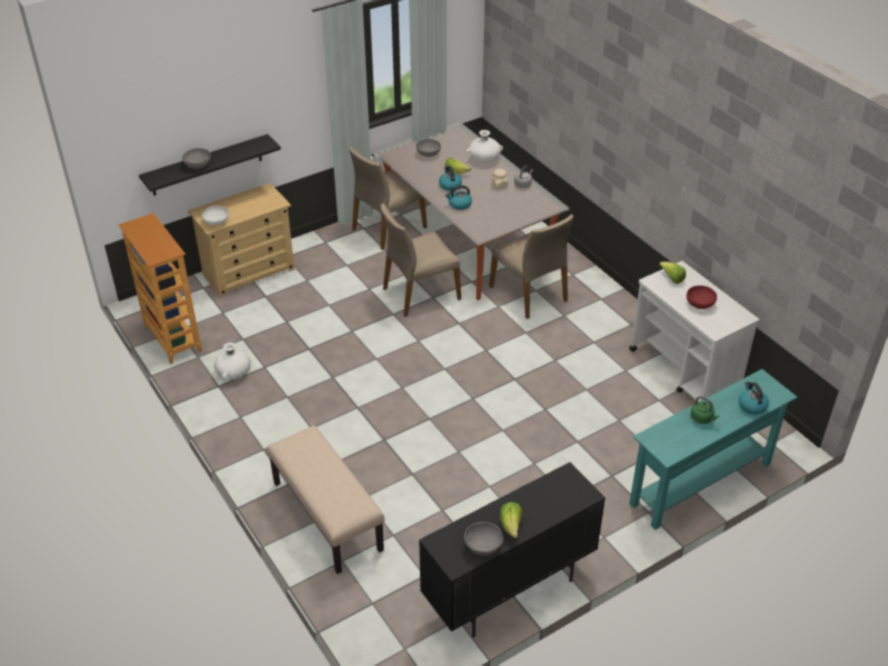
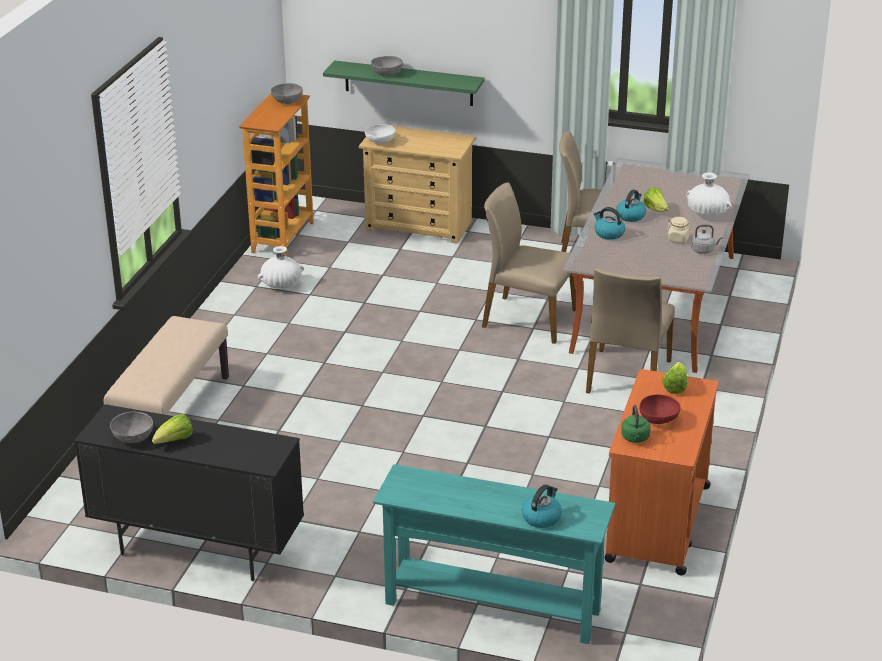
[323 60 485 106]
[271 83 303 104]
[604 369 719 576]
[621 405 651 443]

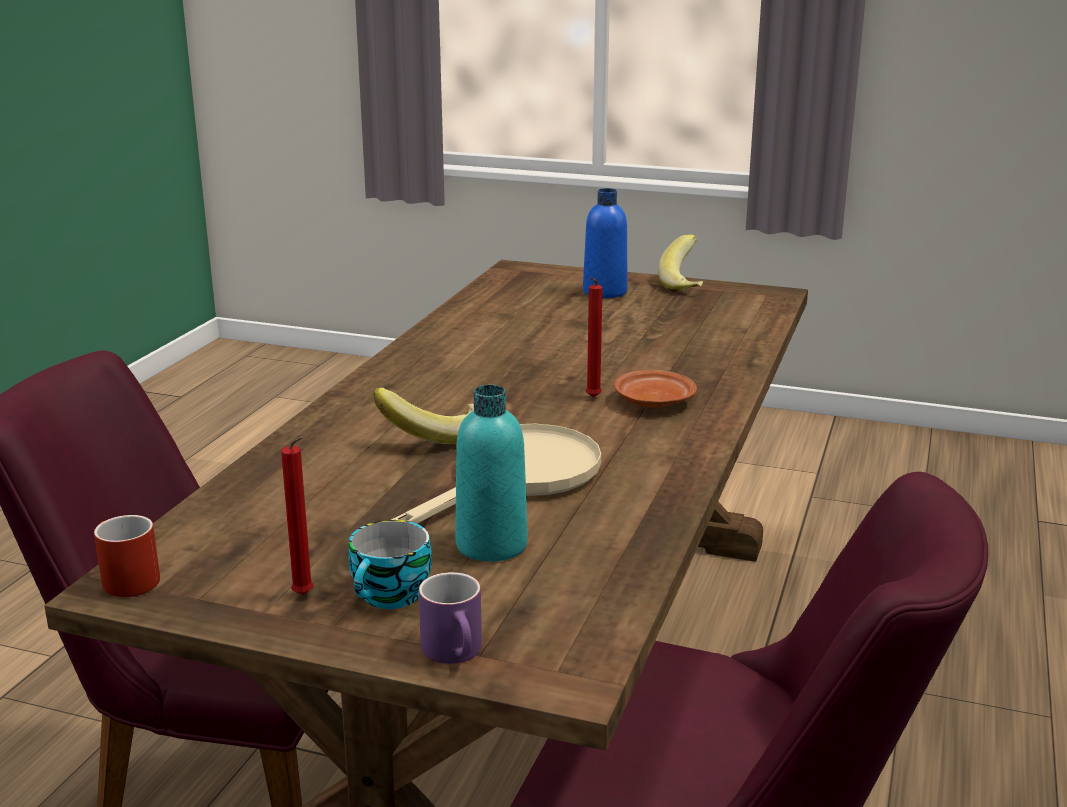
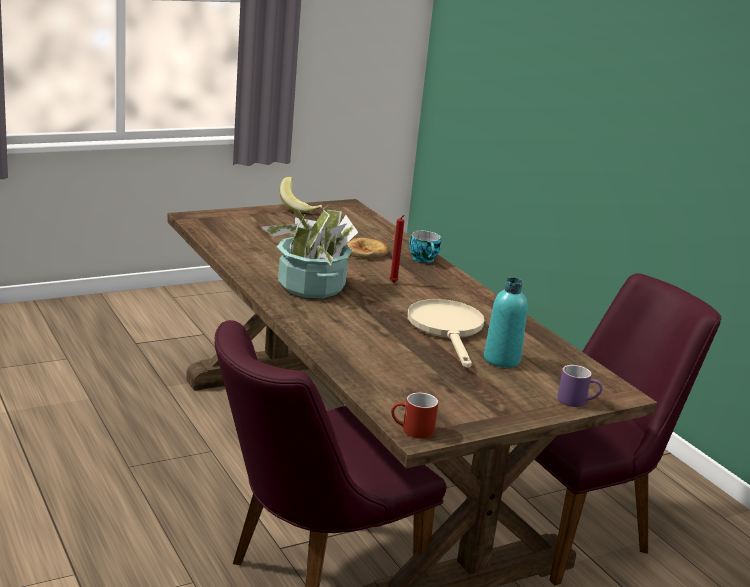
[281 437 314 595] (first image)
[409 231 441 263]
[374 388 474 444] (first image)
[583 188 628 298] (first image)
[614 370 697 408] (first image)
[261 206 358 298]
[347 237 389 258]

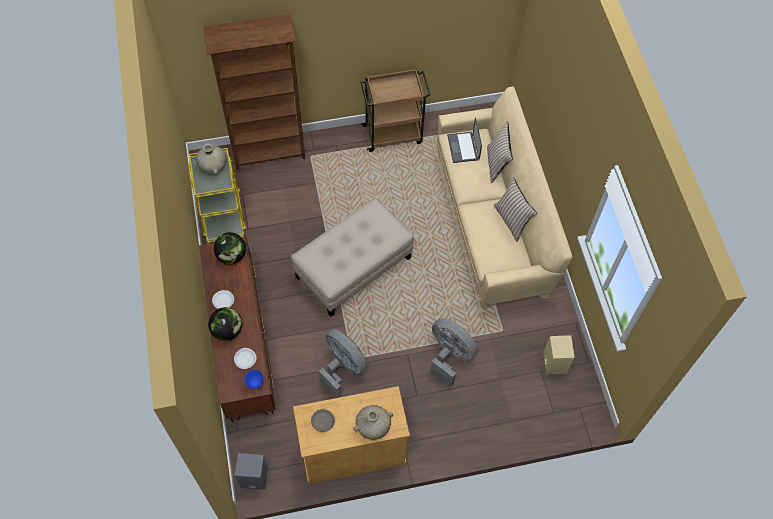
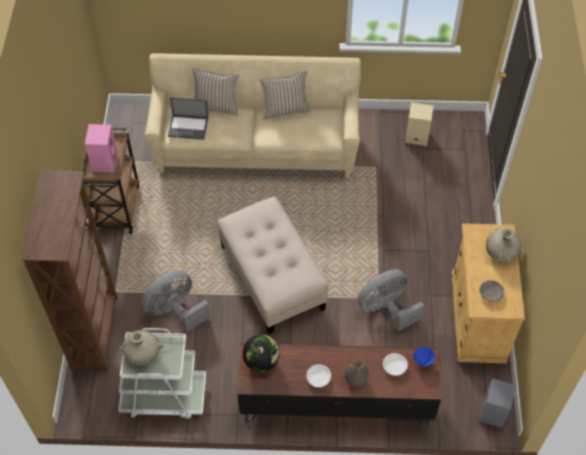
[118 328 206 420]
[345 357 368 387]
[142 270 210 332]
[85 124 118 172]

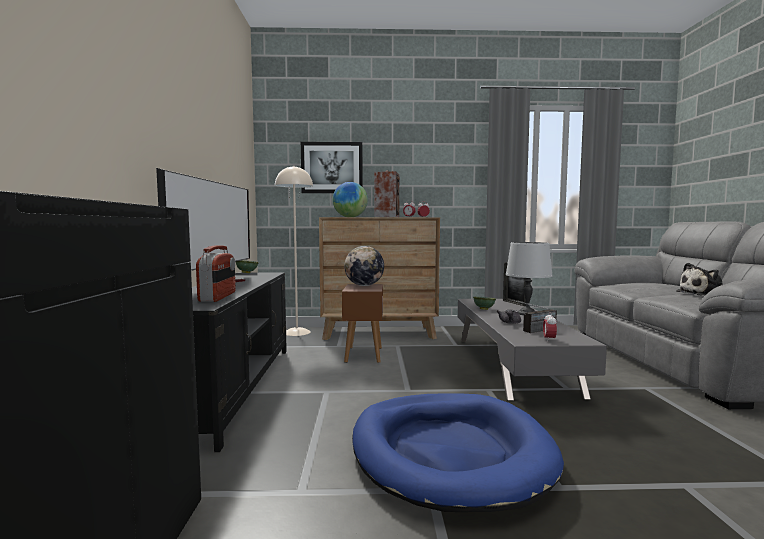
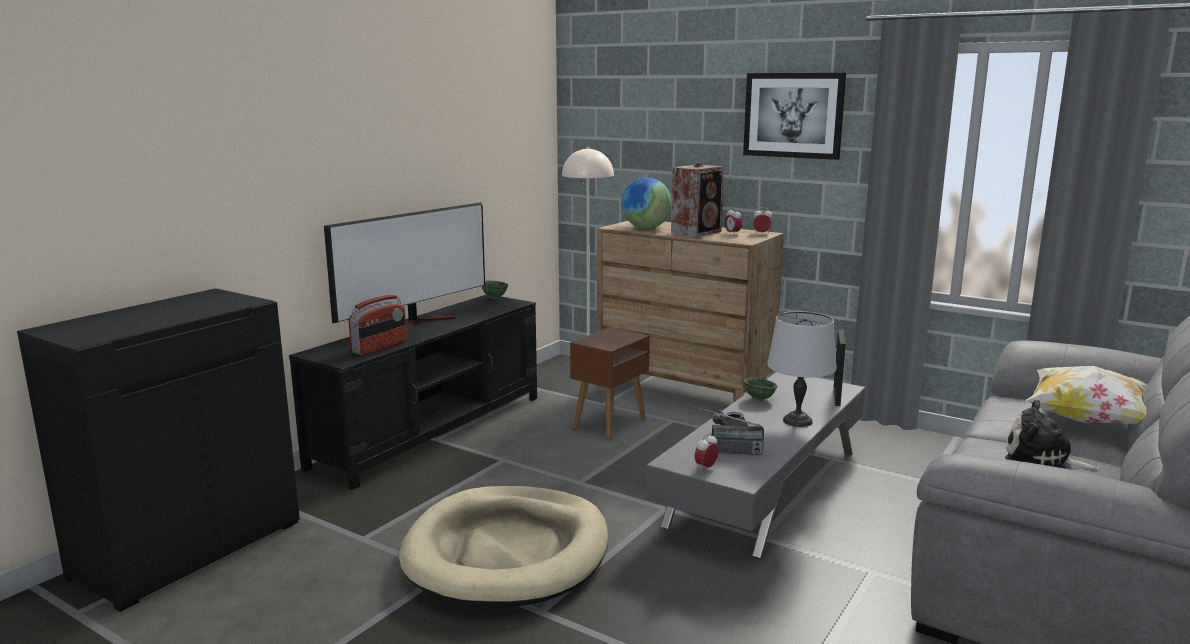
[743 73 846 160]
[344 246 384 286] (first image)
[399 486 608 609]
[1025 366 1147 424]

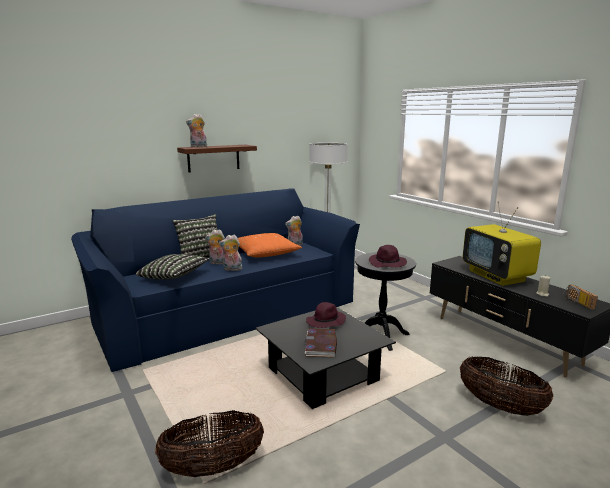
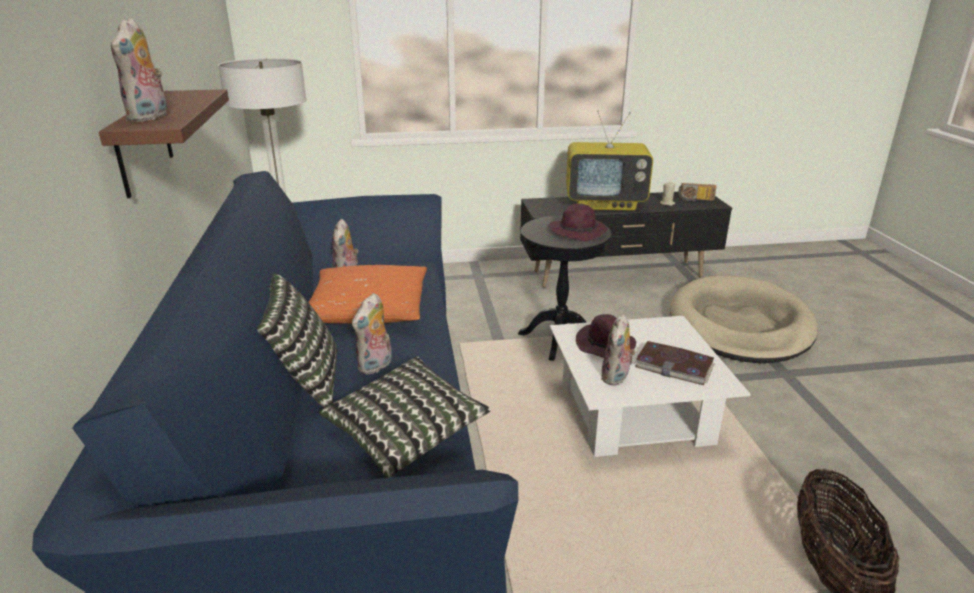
[601 314 636 386]
[550 316 751 457]
[670 275 818 363]

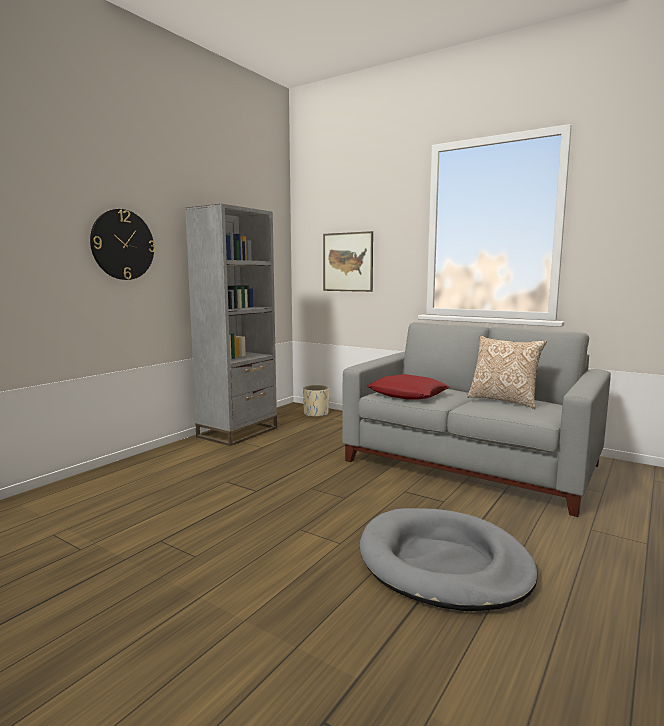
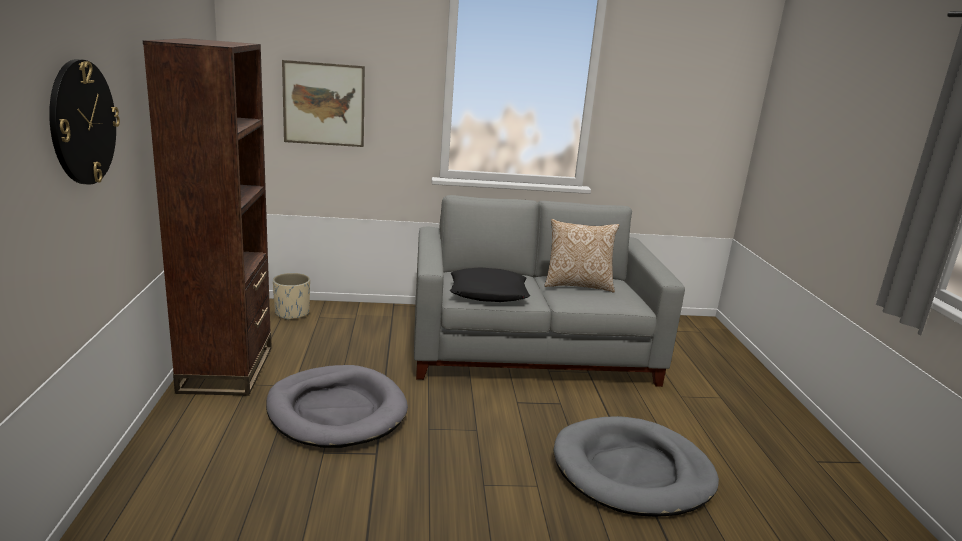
[143 38 272 396]
[450 267 530 302]
[266 365 408 448]

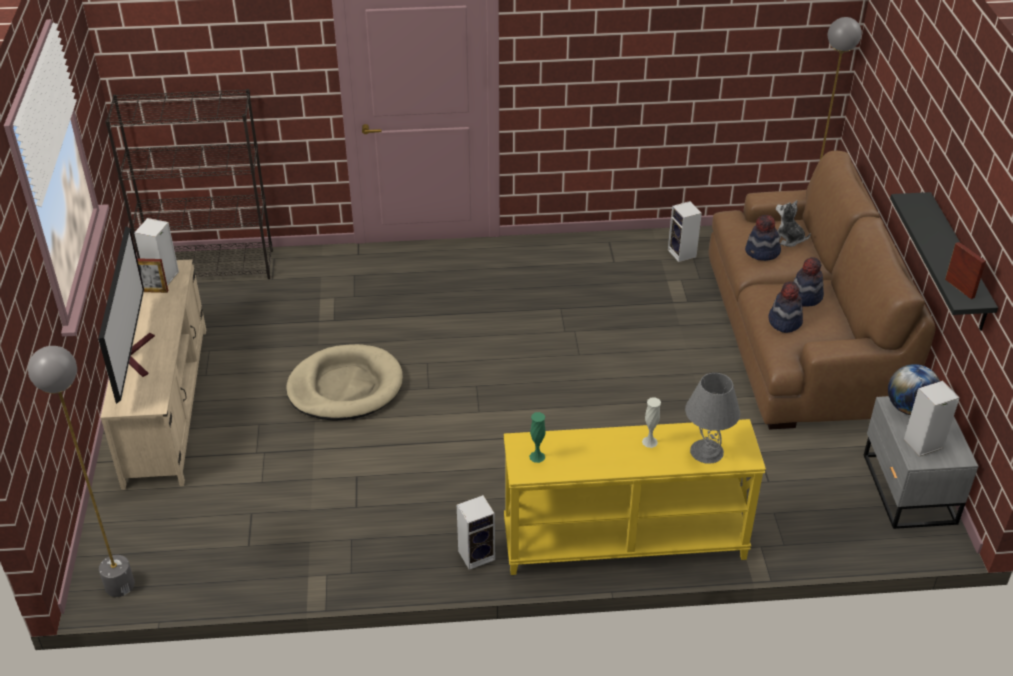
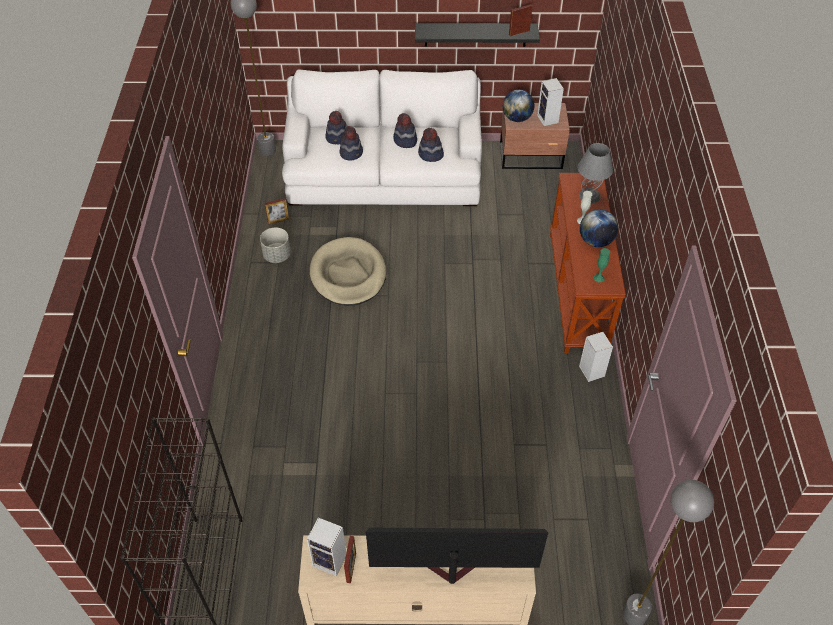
[310 237 386 306]
[550 173 626 353]
[265 198 289 224]
[282 70 482 206]
[325 111 347 144]
[500 103 570 169]
[260 228 291 263]
[580 209 618 247]

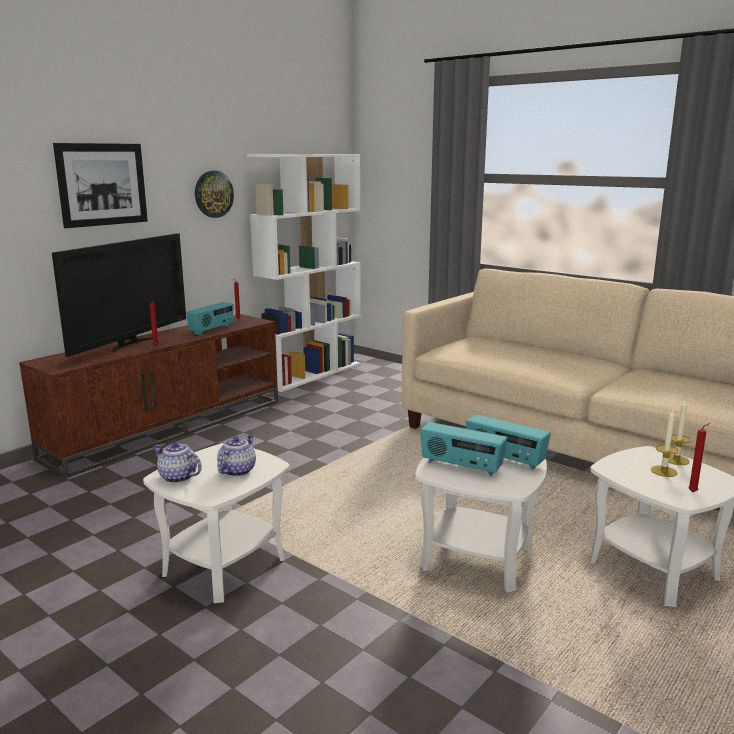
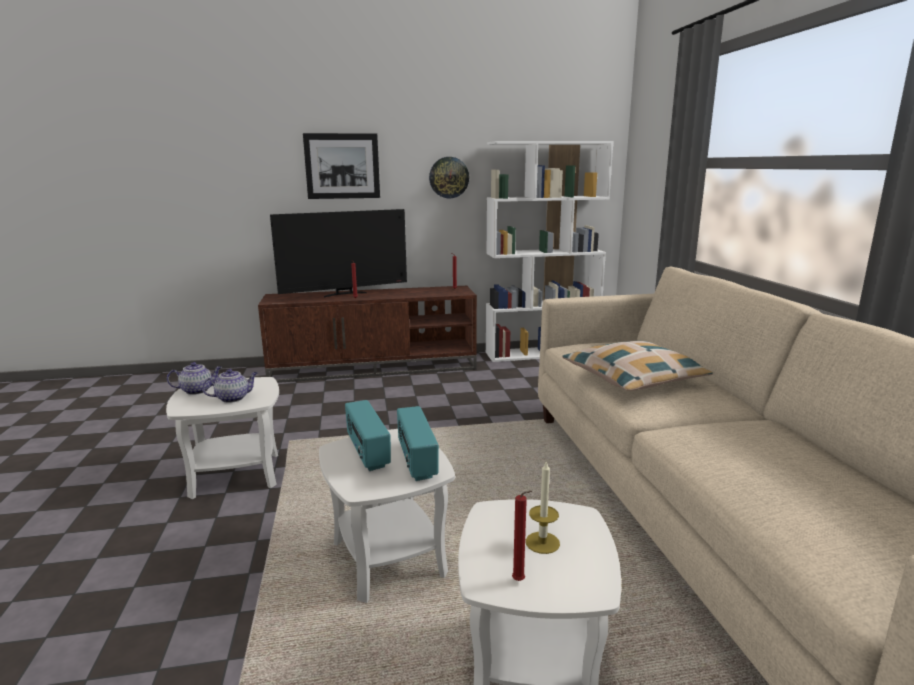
[167 362 222 395]
[186 302 233 335] (first image)
[669 401 691 465] (first image)
[562 341 713 391]

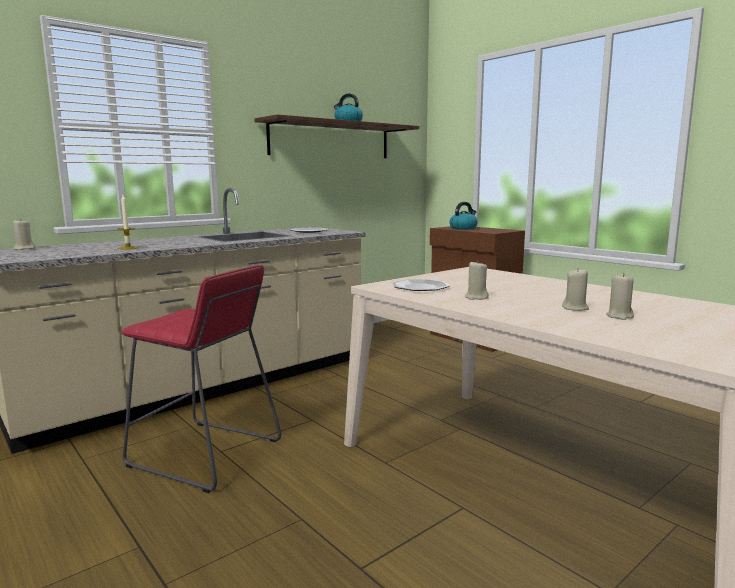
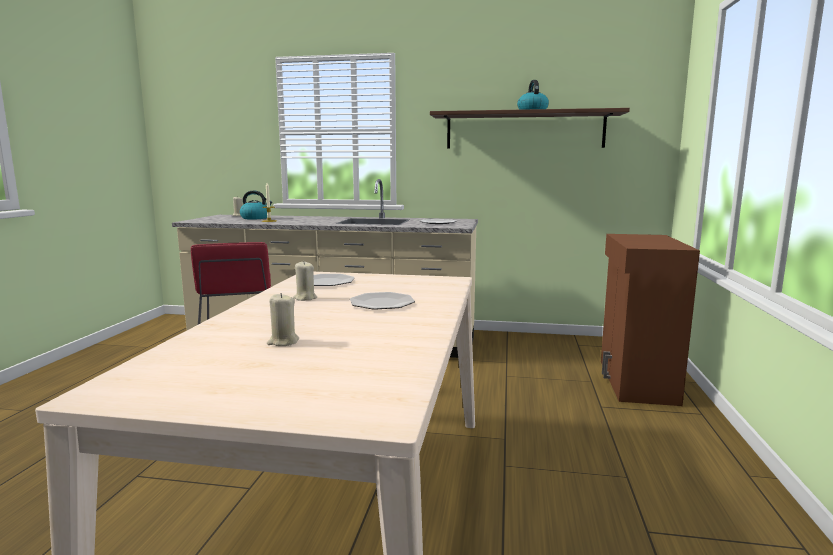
[240 191 272 219]
[562 268 589 311] (first image)
[350 292 415 310]

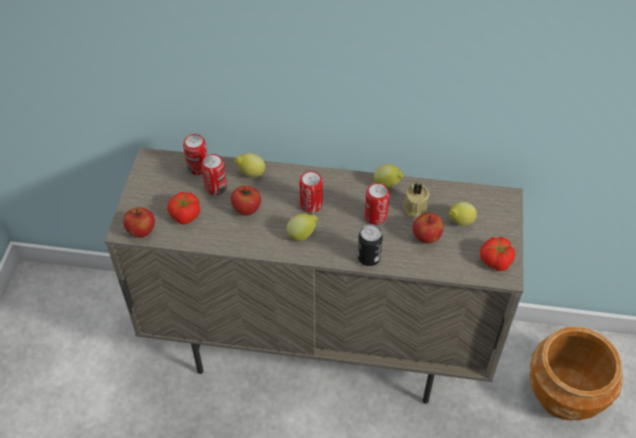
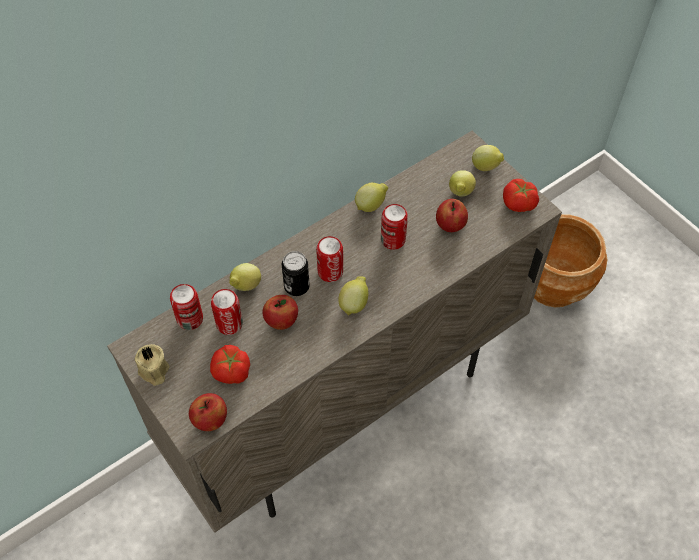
[282 251 310 296]
[134 344 170 386]
[472 145 504 171]

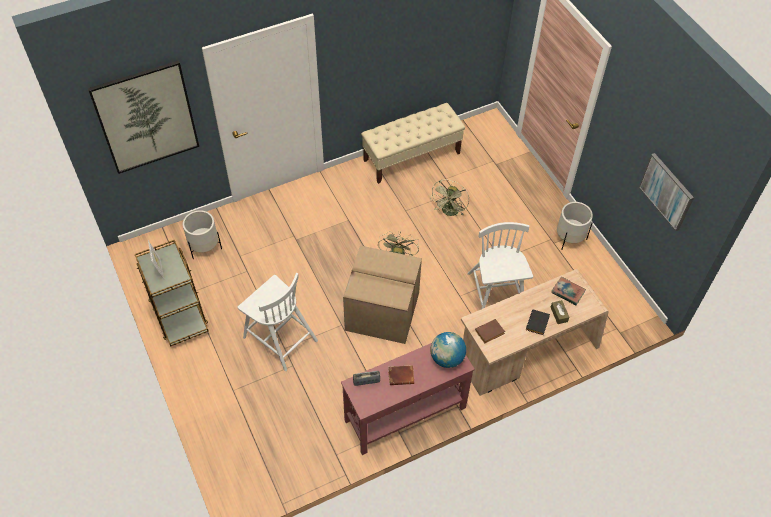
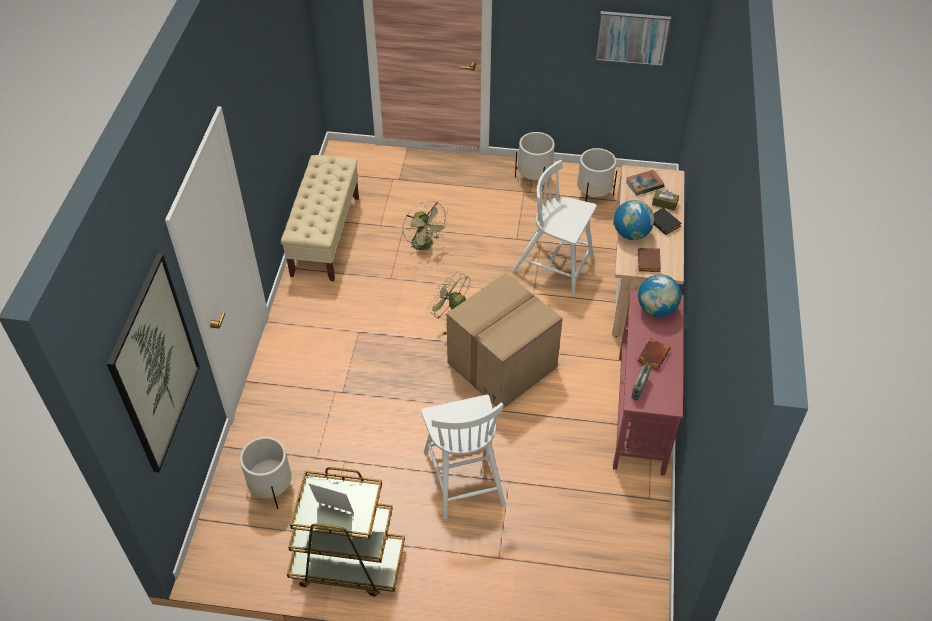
[421 395 505 519]
[577 148 617 202]
[614 200 654 240]

